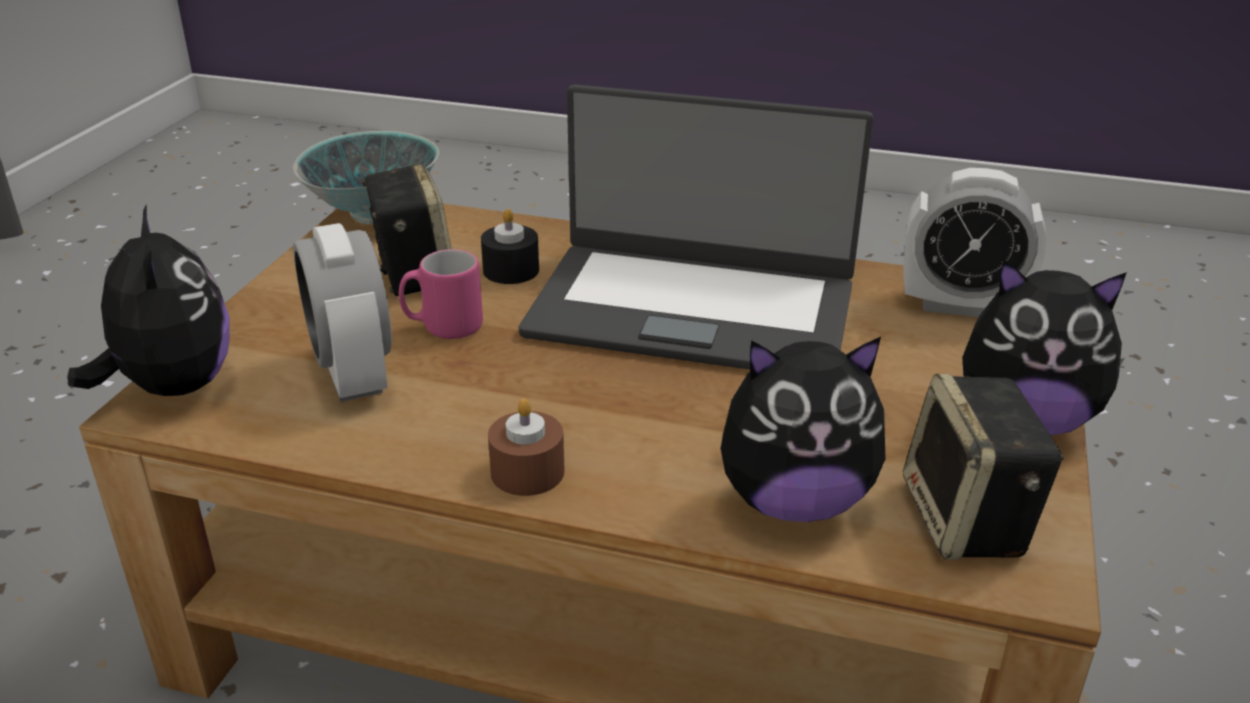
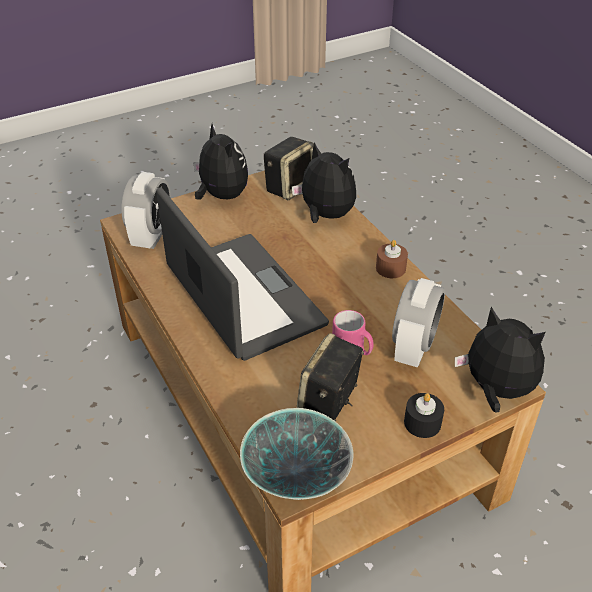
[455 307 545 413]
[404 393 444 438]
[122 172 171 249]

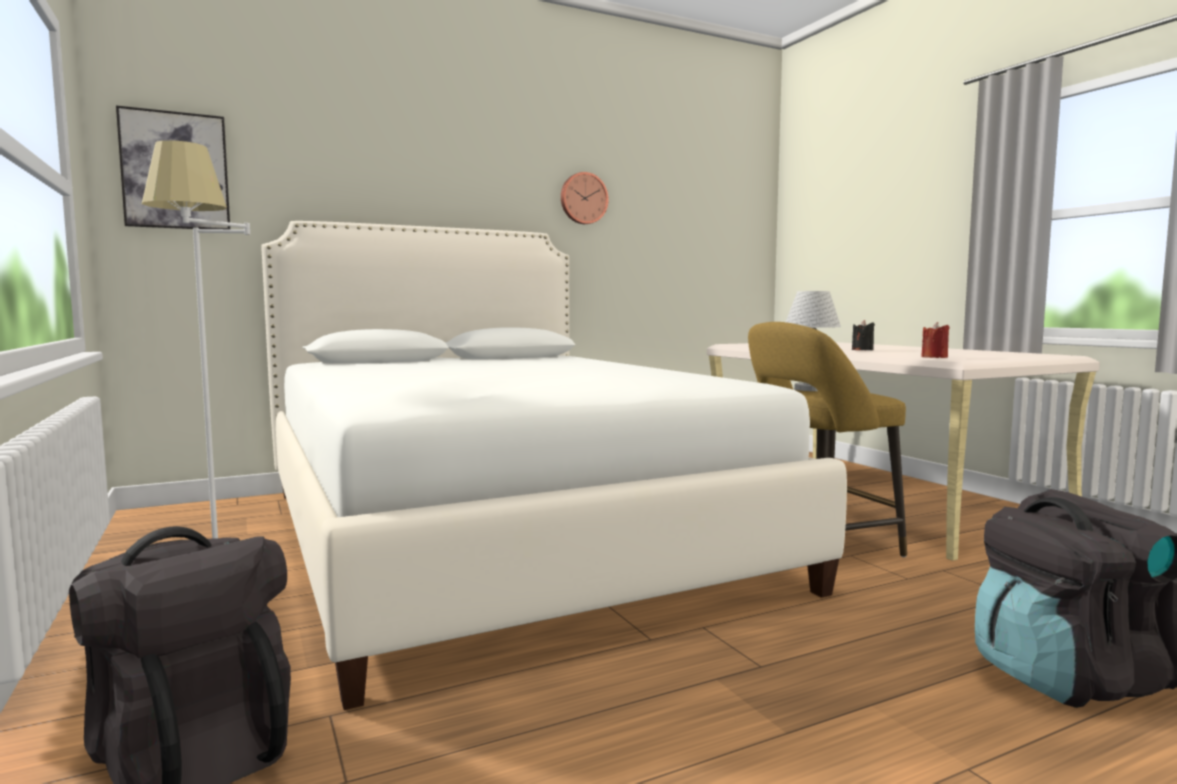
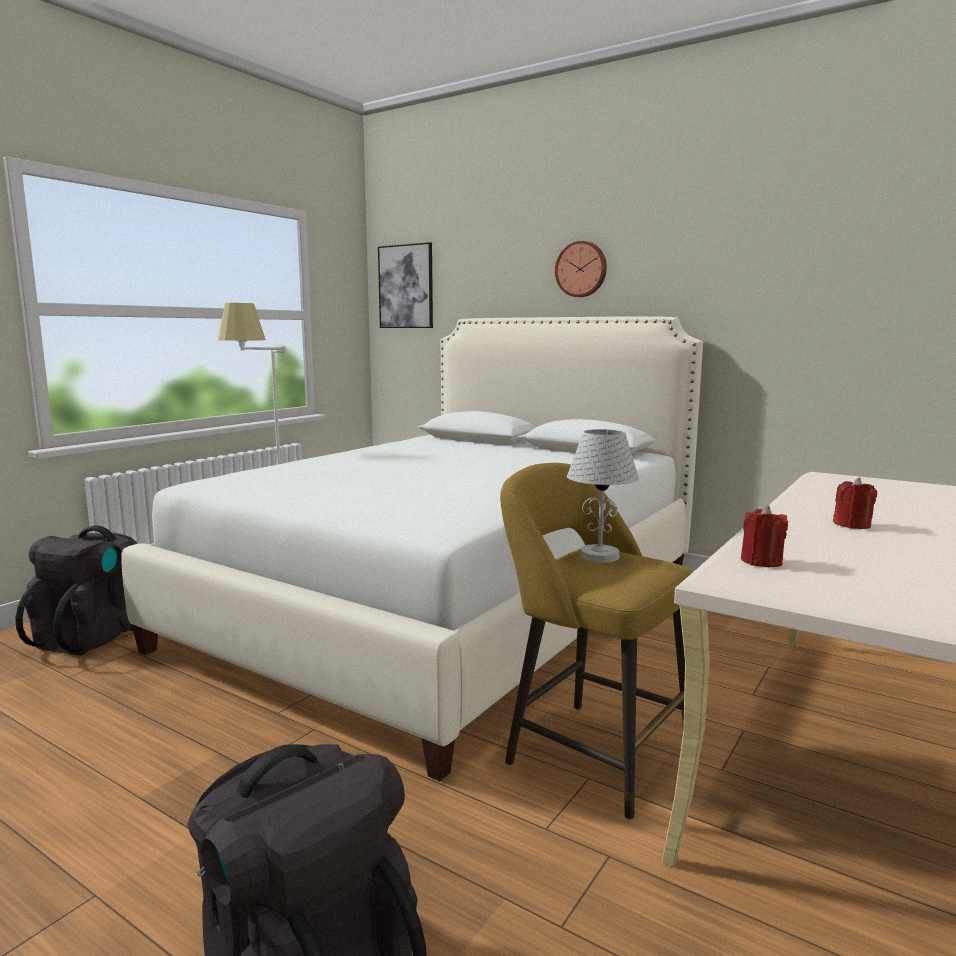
[555 241 607 297]
[833 478 877 529]

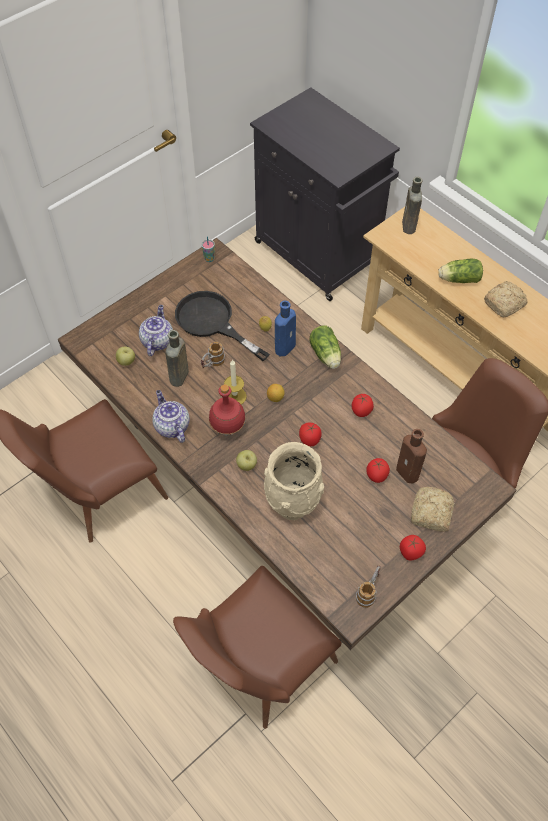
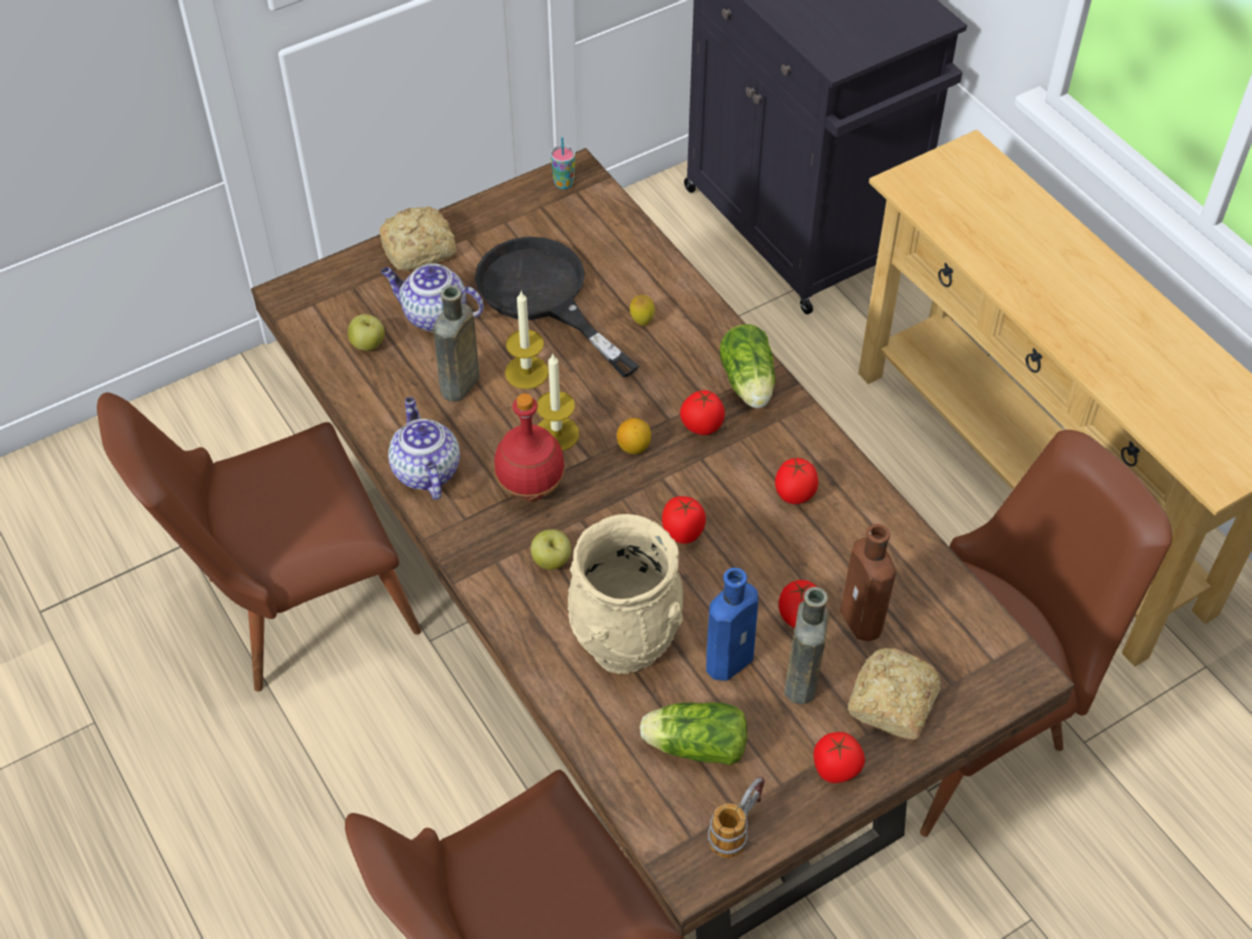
[381 263 484 332]
[505 290 549 389]
[706 568 758 681]
[784 587 829 704]
[640 702 747 765]
[379 206 456 271]
[680 390 725 435]

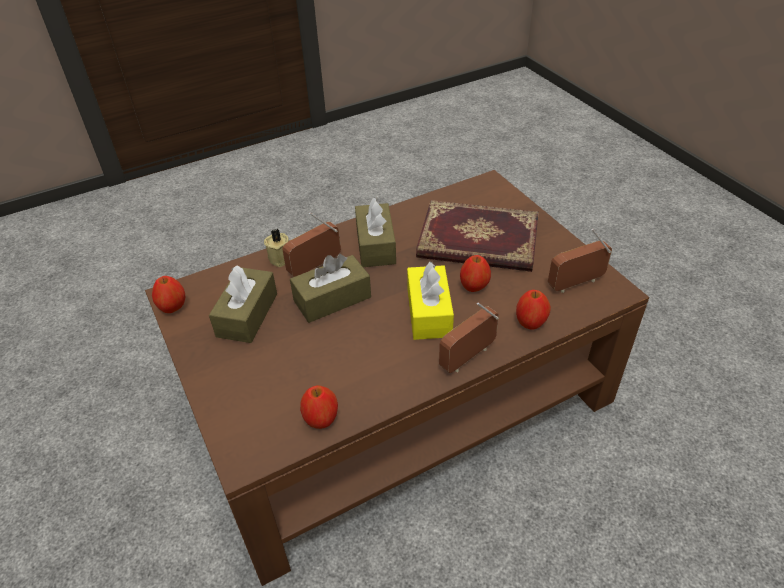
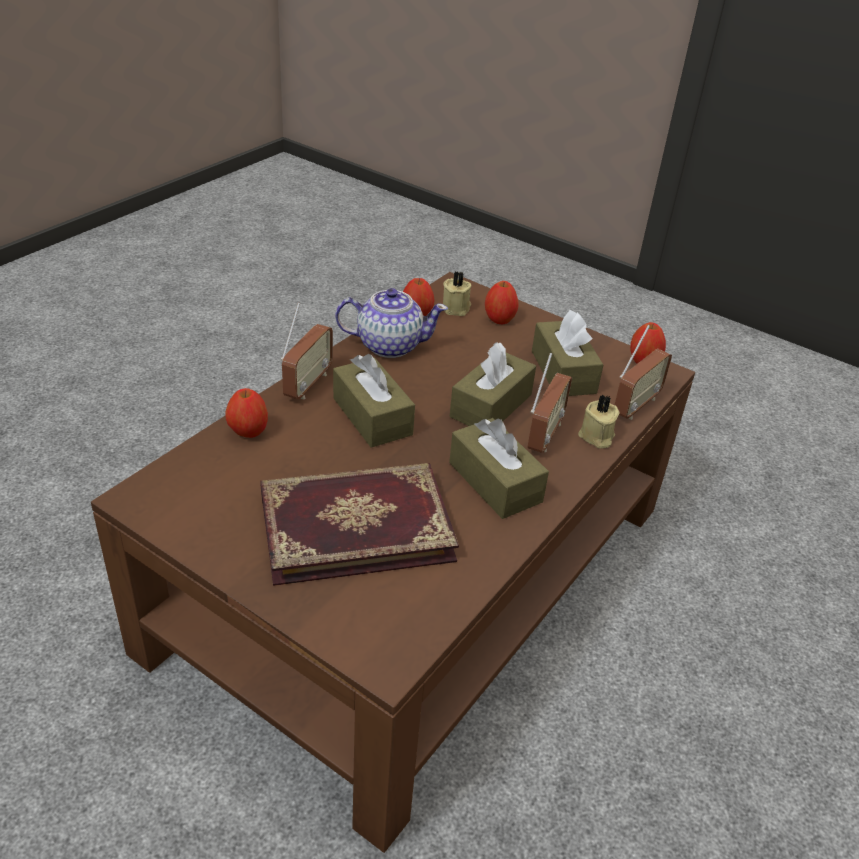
[333 354 415 448]
[485 281 519 325]
[615 325 672 420]
[335 288 448 358]
[443 271 471 316]

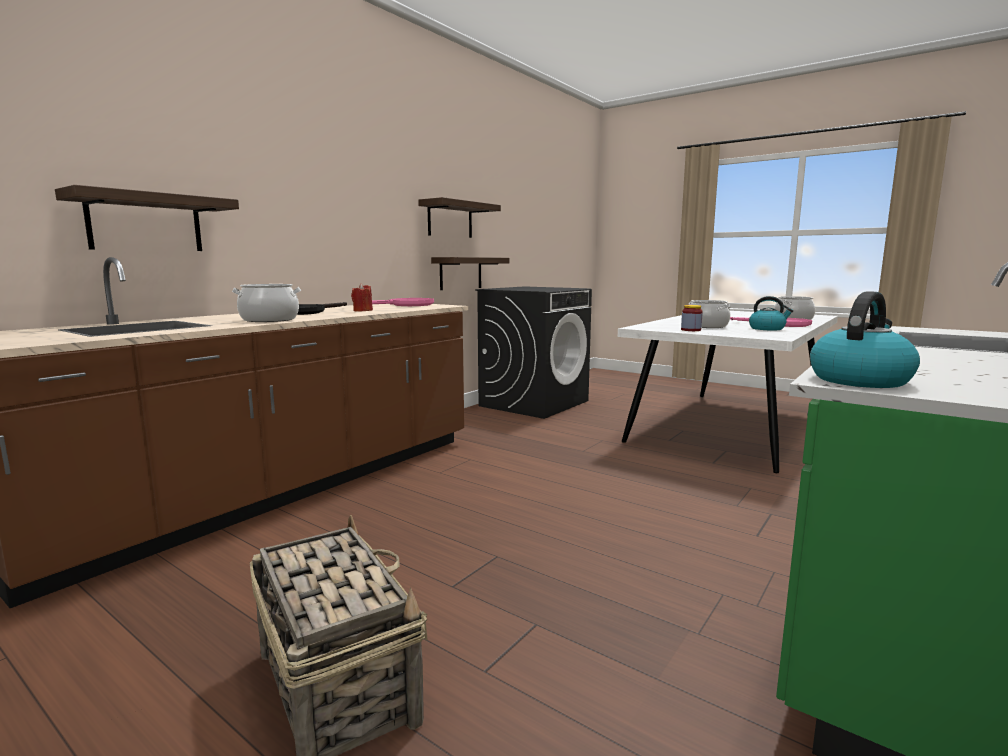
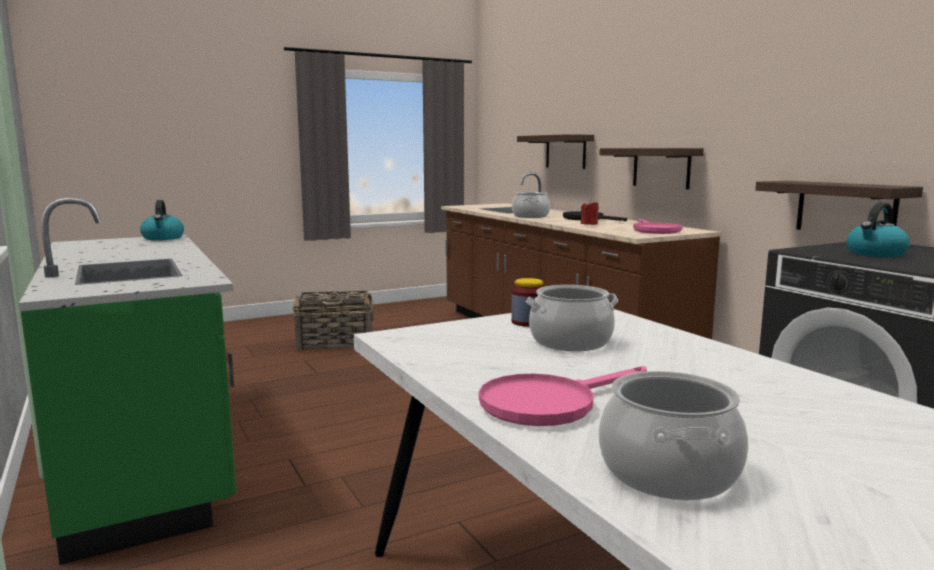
[599 148 704 189]
[847 202 910 257]

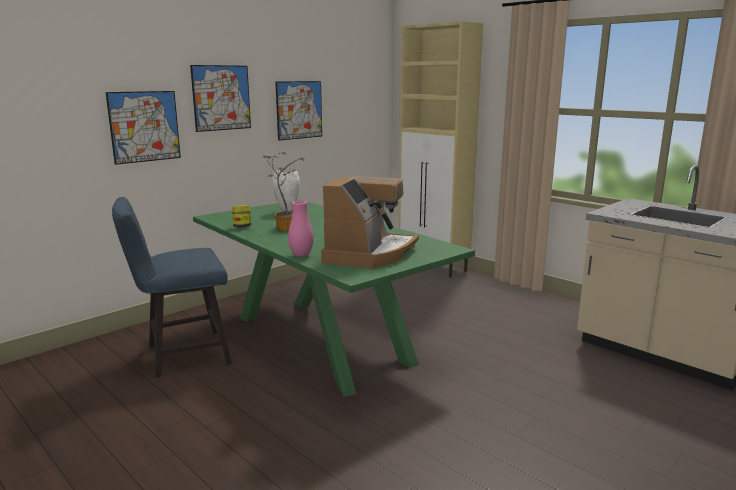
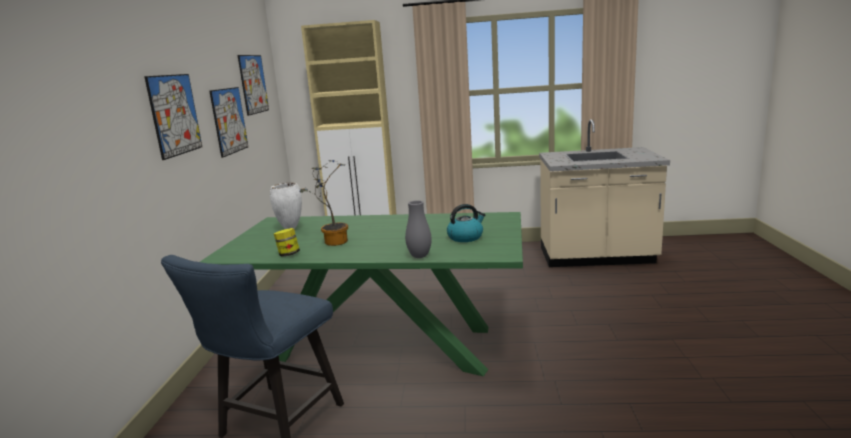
[238 55 269 116]
[405 200 432 258]
[447 204 485 242]

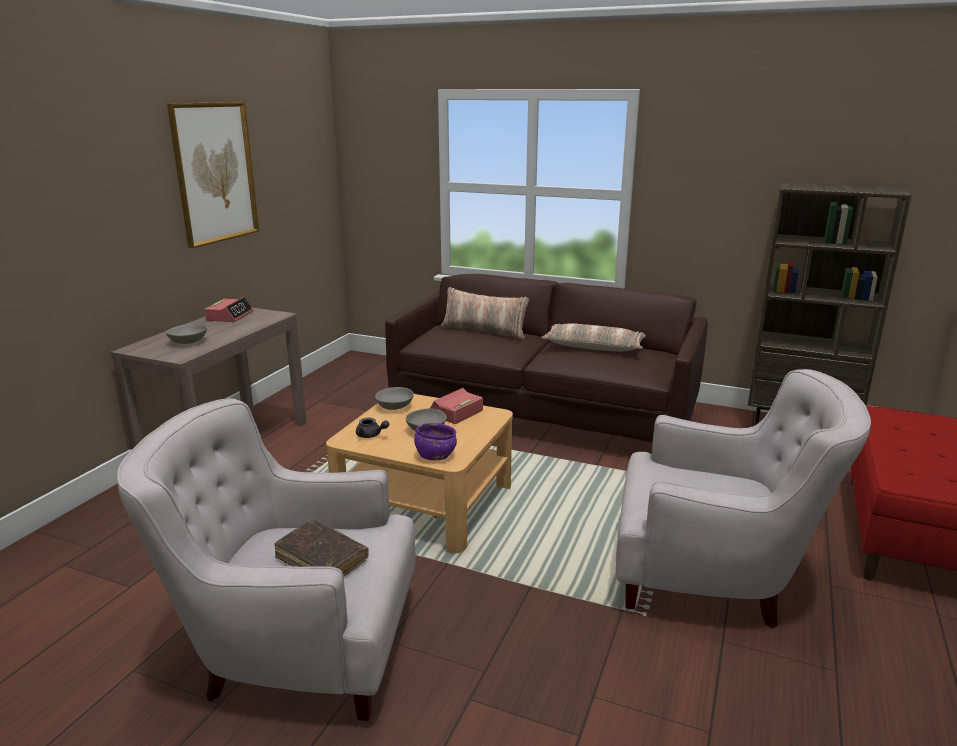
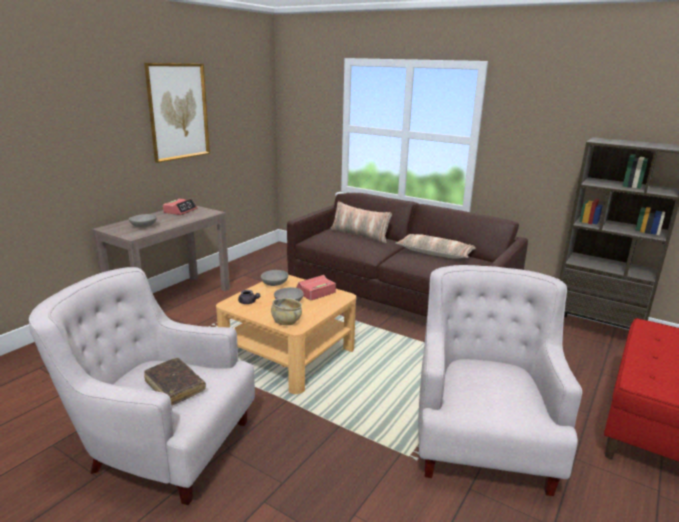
[271 298 302 325]
[418 265 582 496]

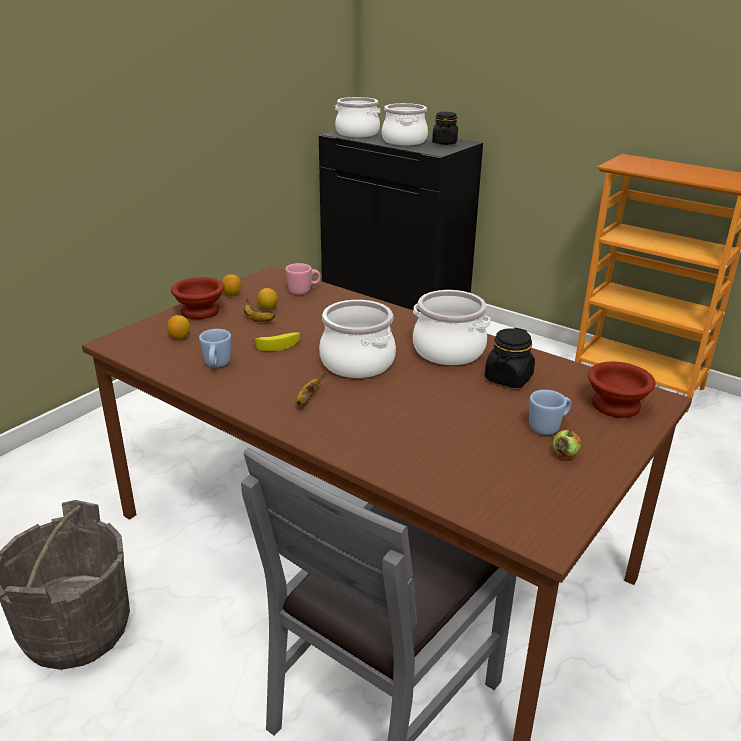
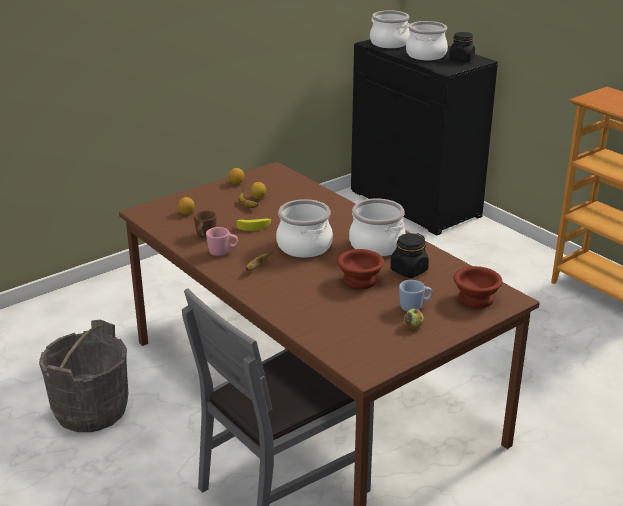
[337 249 384 289]
[194 210 217 238]
[206 227 238 256]

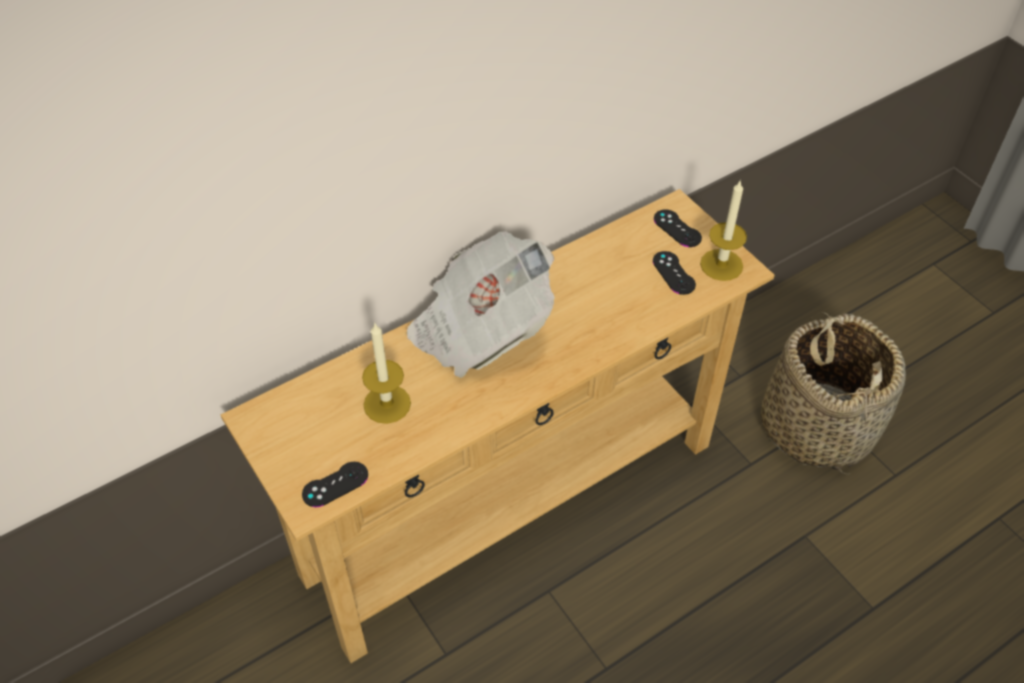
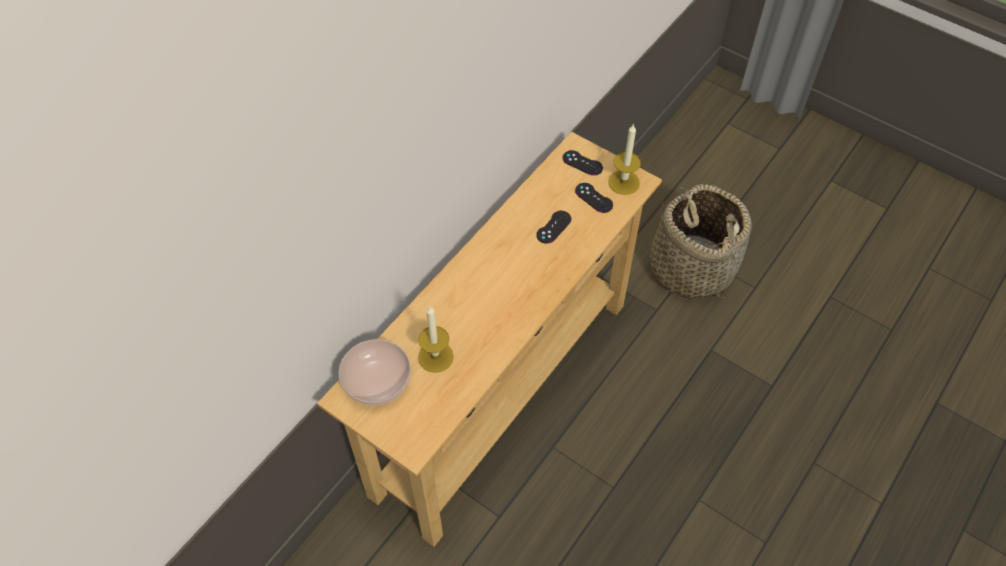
[536 211 571 244]
[407 231 555 378] (first image)
[339 339 411 406]

